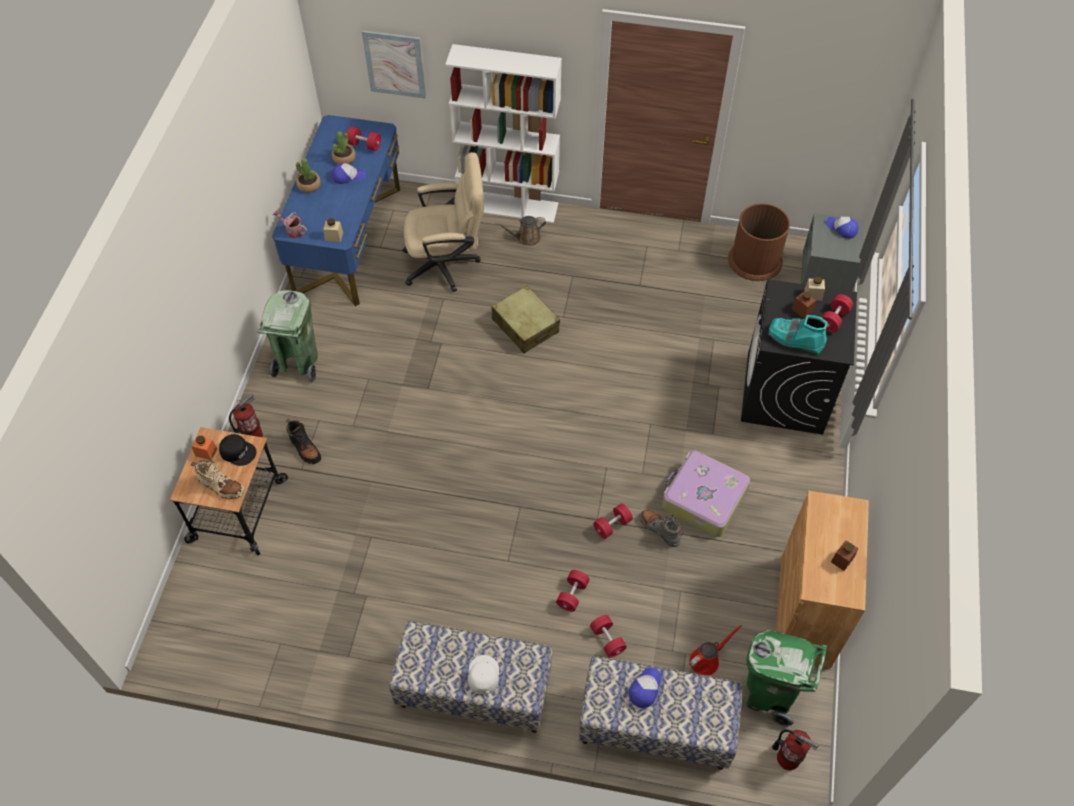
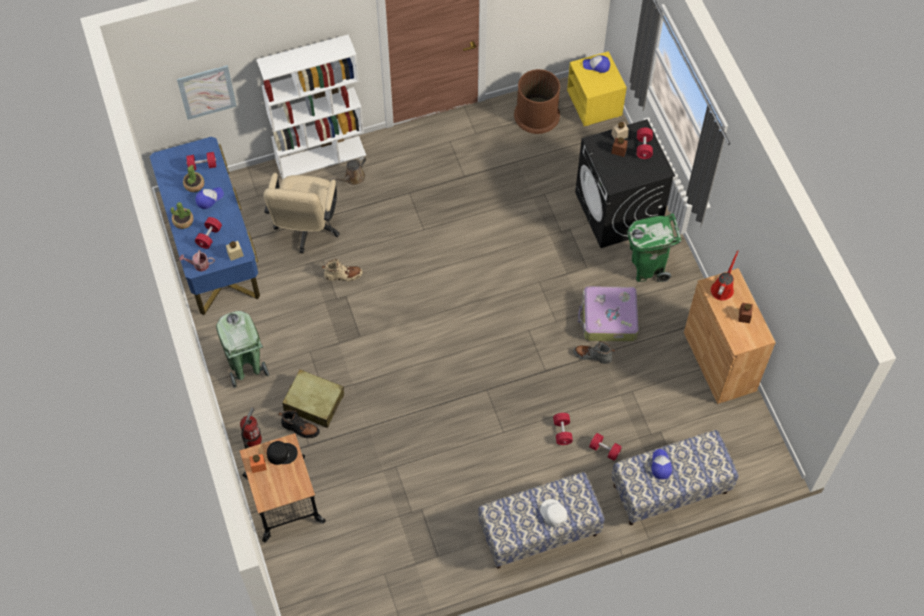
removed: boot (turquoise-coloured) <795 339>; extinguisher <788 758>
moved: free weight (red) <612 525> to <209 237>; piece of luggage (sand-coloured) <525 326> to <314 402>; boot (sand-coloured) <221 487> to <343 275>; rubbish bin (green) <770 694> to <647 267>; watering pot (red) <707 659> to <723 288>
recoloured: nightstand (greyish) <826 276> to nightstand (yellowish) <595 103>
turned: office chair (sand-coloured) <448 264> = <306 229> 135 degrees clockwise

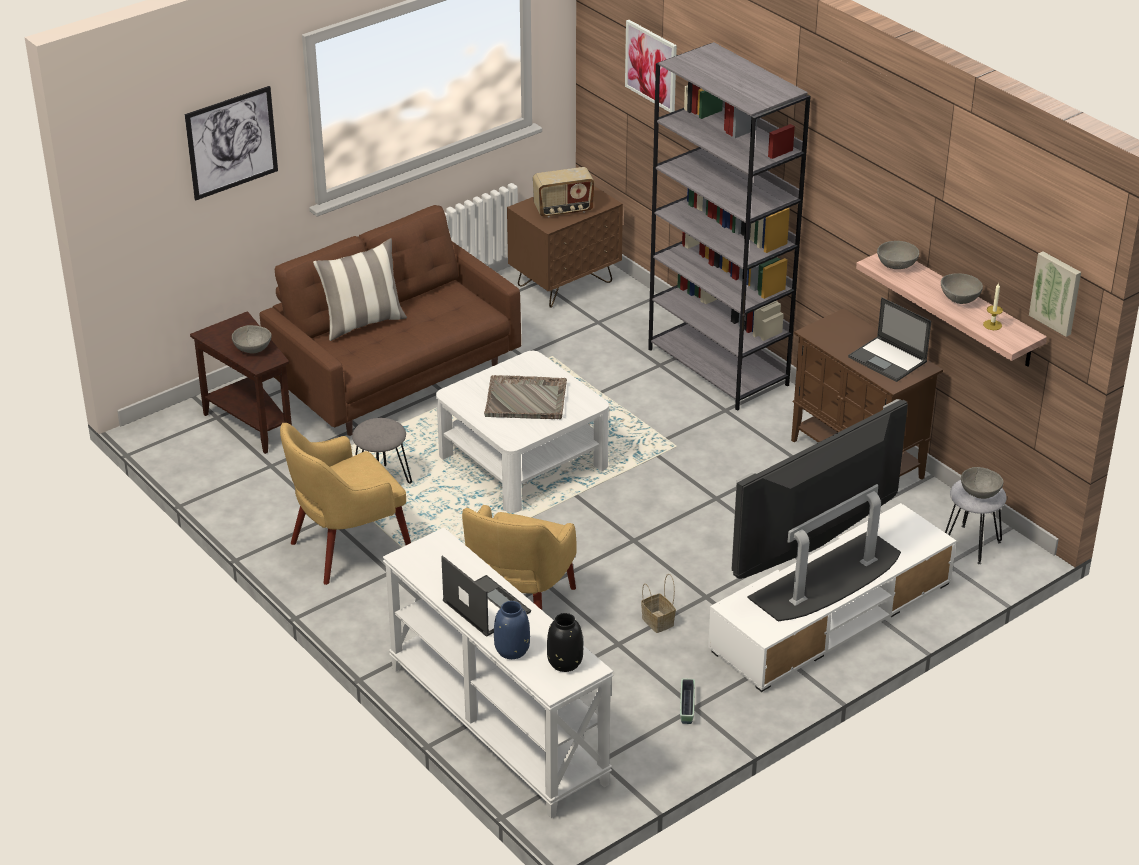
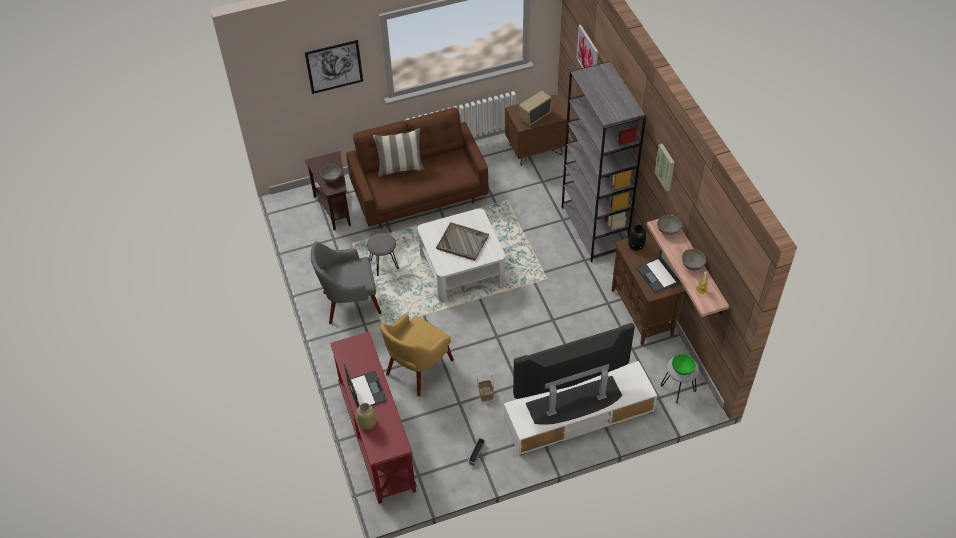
moved: flower vase (black-coloured) <565 662> to <636 245>; wall art <1057 292> to <666 167>
recoloured: armchair (yellowish) <347 548> to armchair (greyish) <349 303>; console table (white) <495 725> to console table (red) <376 437>; flower vase (blue) <511 650> to flower vase (sand-coloured) <367 423>; serving bowl (greyish) <979 493> to serving bowl (green) <682 368>
turned: radio set <563 210> = <535 116> 135 degrees clockwise

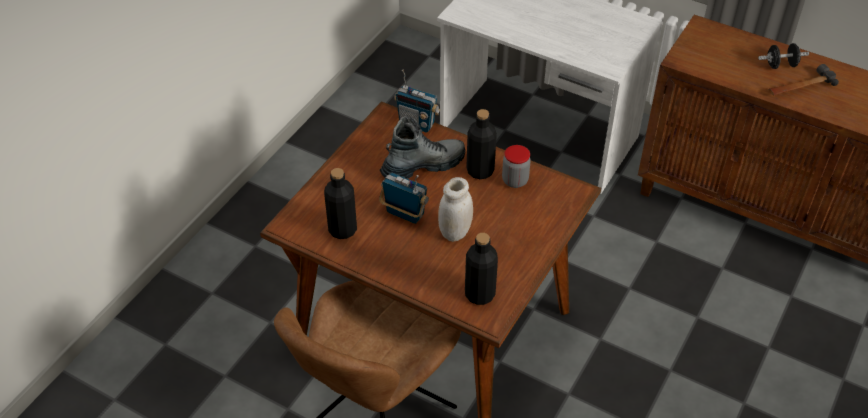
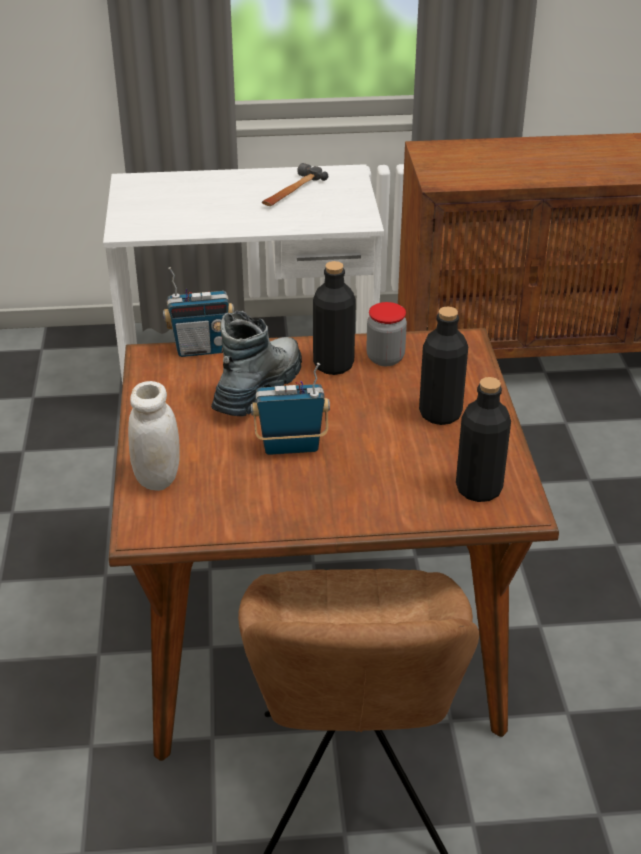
removed: free weight (black-coloured) <781 65>
moved: storage jar (white) <455 232> to <157 478>; hammer <800 86> to <291 192>; beverage bottle (black-coloured) <342 230> to <440 414>

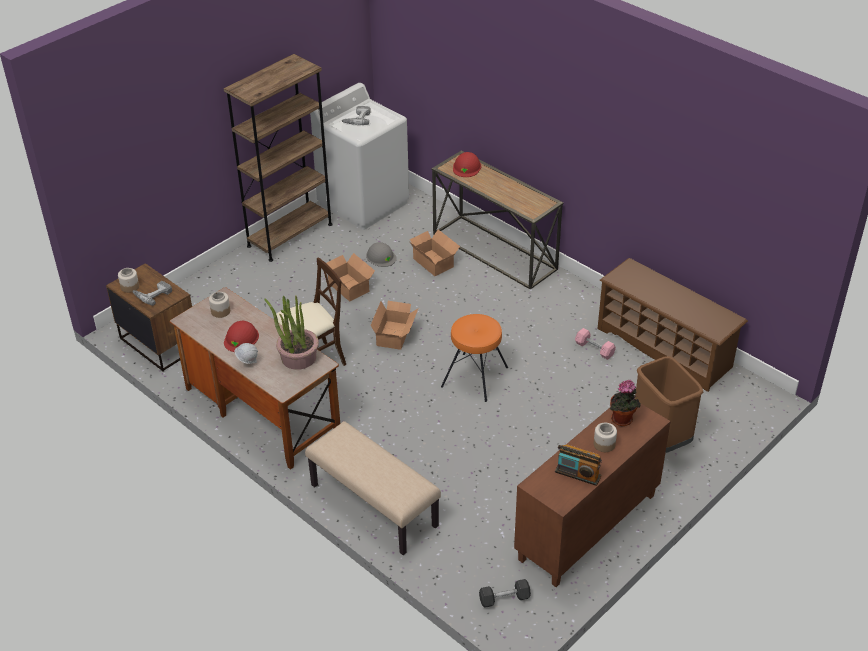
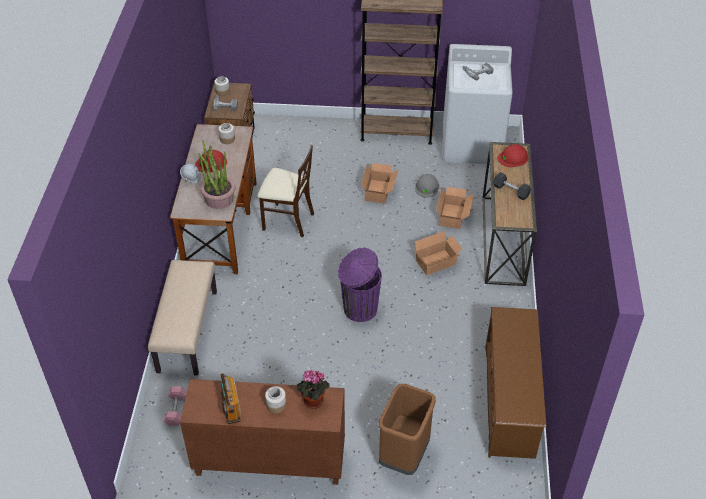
moved: free weight (pink-coloured) <594 349> to <176 410>; packing box <395 335> to <437 263>; free weight (greyish) <504 598> to <511 191>
replaced: sitting stool (orangey) <475 377> to rubbish bin (purple-coloured) <359 309>

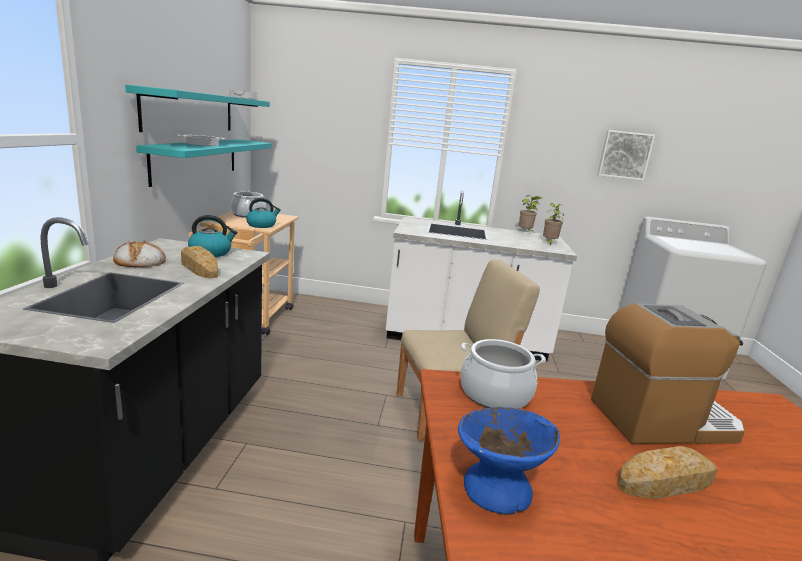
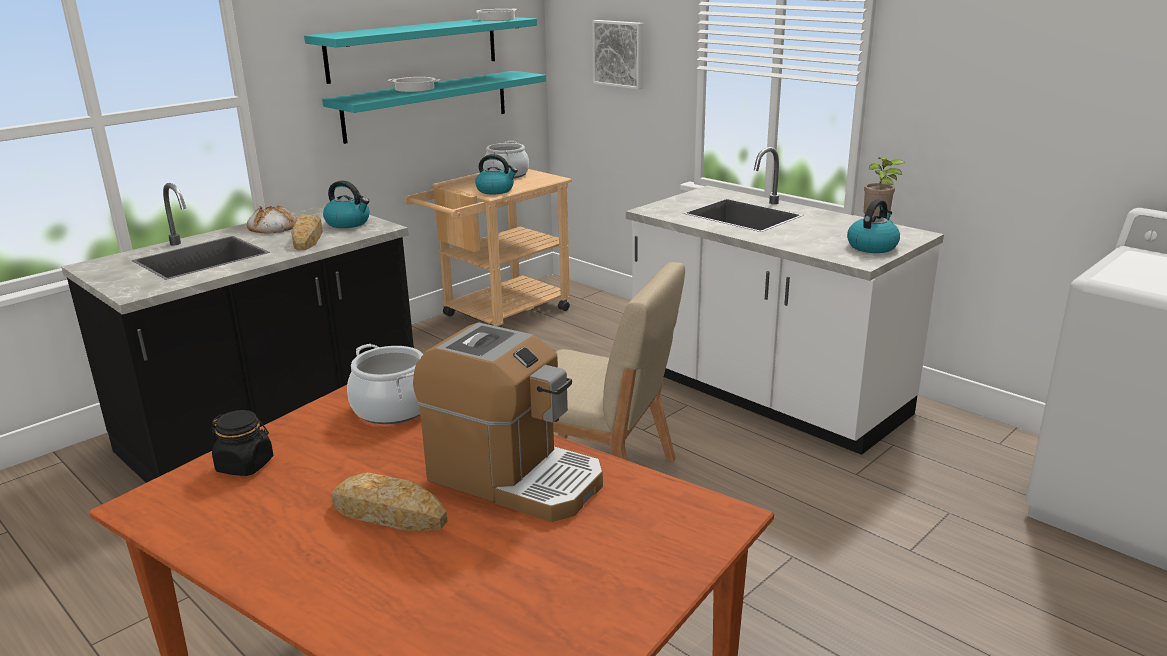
moved: wall art <624 155> to <620 53>
replaced: serving bowl (blue) <497 489> to storage jar (black-coloured) <245 465>; houseplant <549 243> to water kettle <872 246>

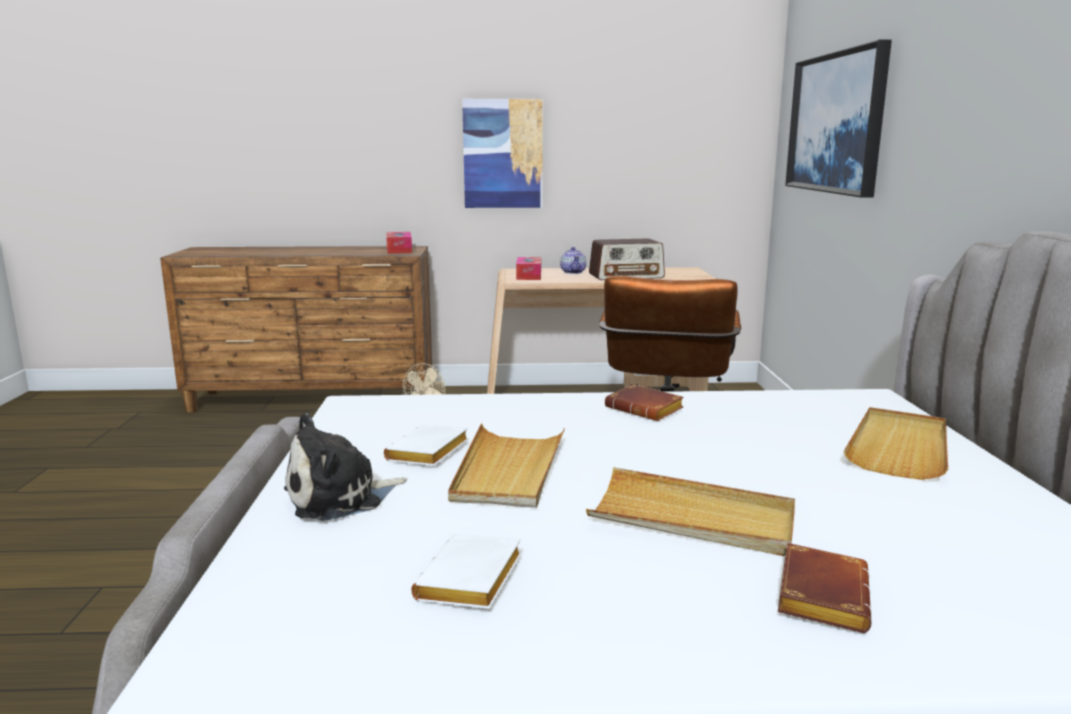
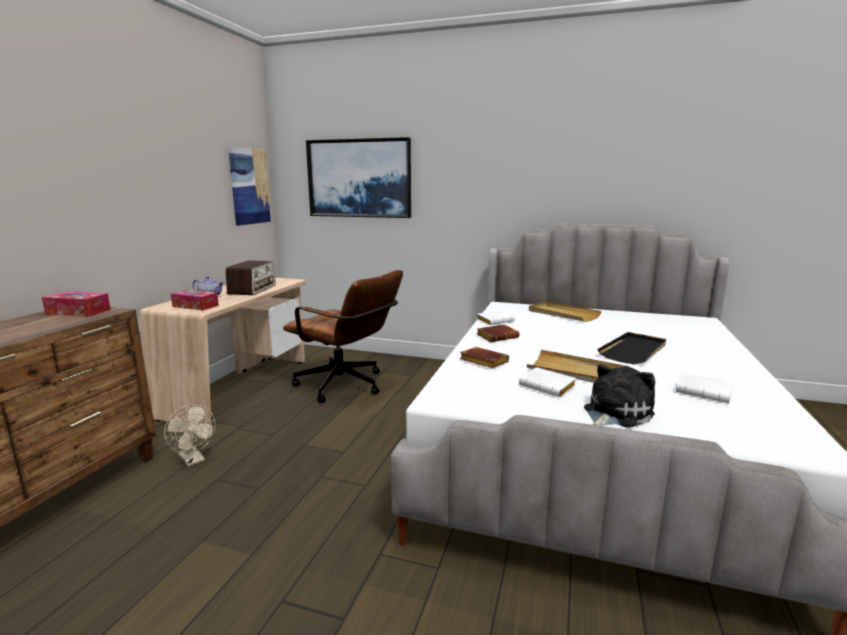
added: volume (white) <495 320>
moved: wall art <503 154> to <250 186>; volume (brown) <819 594> to <482 361>
recoloured: serving tray (sand-coloured) <692 518> to serving tray (black-coloured) <634 351>
turned: soft toy <340 497> = <614 413> 120 degrees counterclockwise

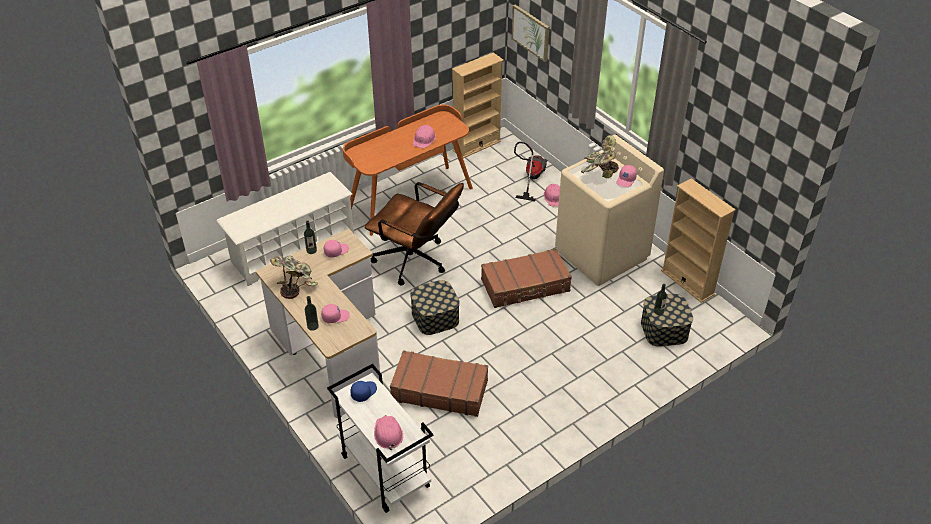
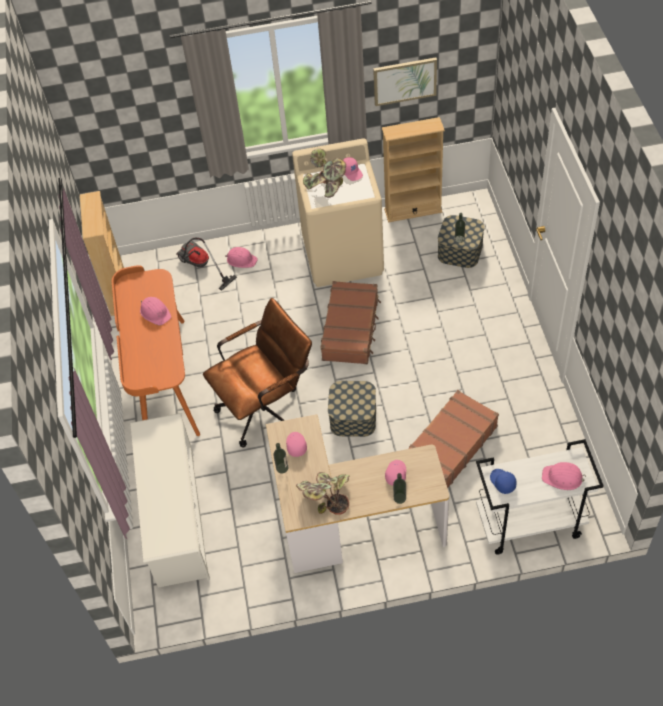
moved: wall art <531 32> to <404 81>

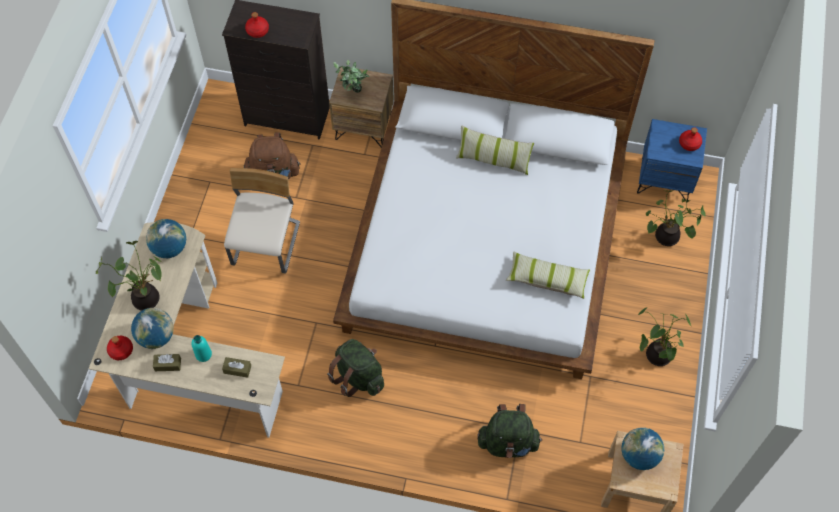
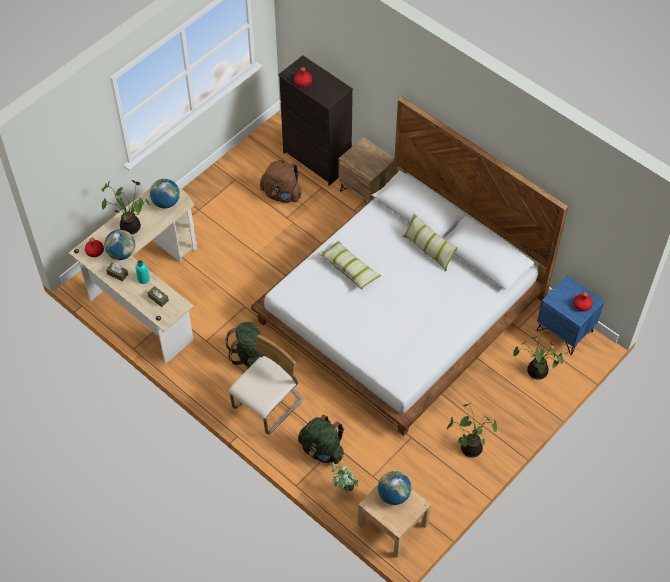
moved: upright chair (sand-coloured) <267 245> to <268 405>; pillow <547 279> to <349 269>; houseplant <353 93> to <344 490>

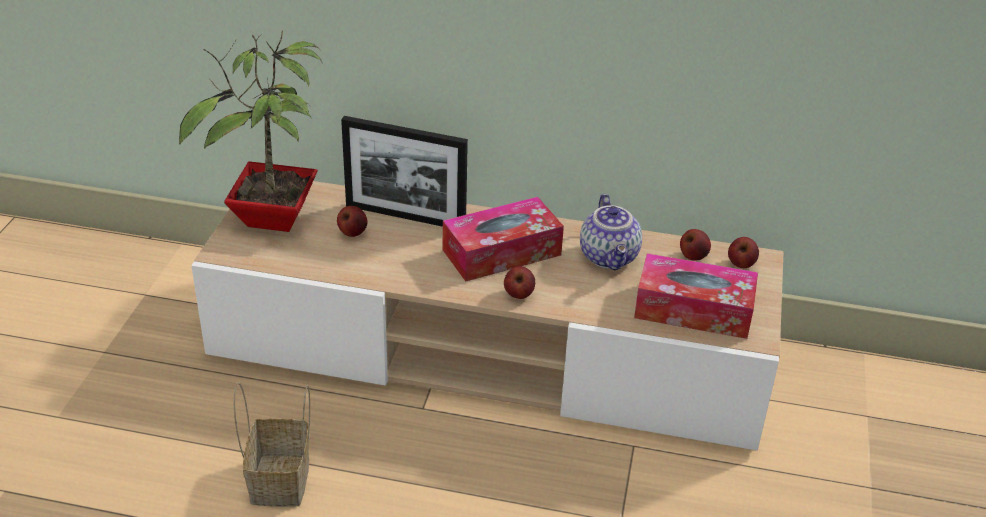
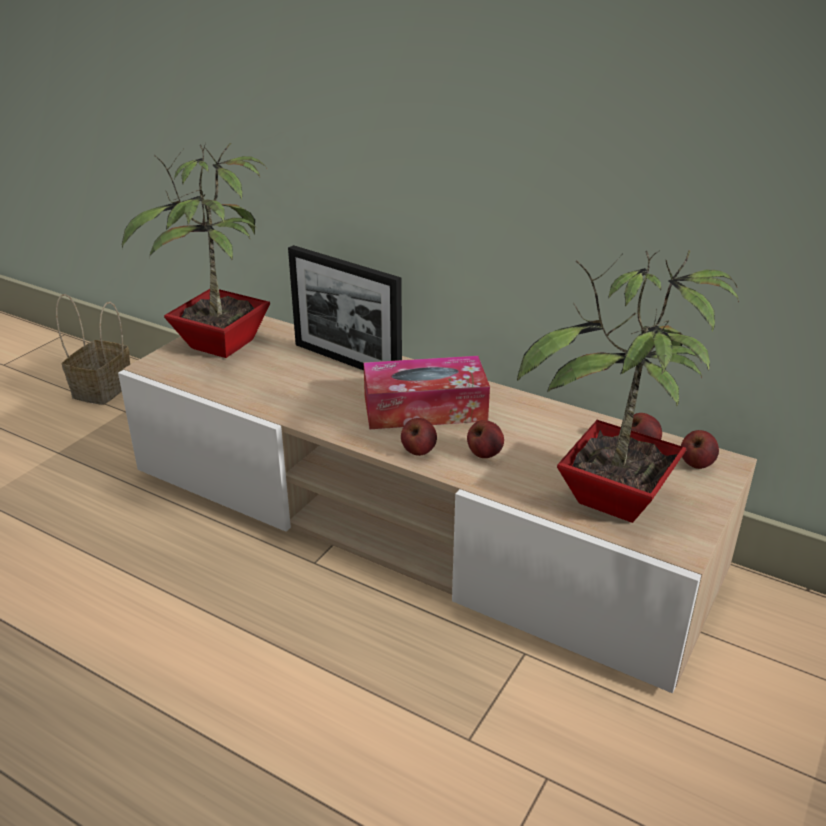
removed: tea pot <610 257>
moved: household basket <281 482> to <102 390>; apple fruit <352 233> to <484 454>
replaced: tissue holder <693 310> to houseplant <613 502>

